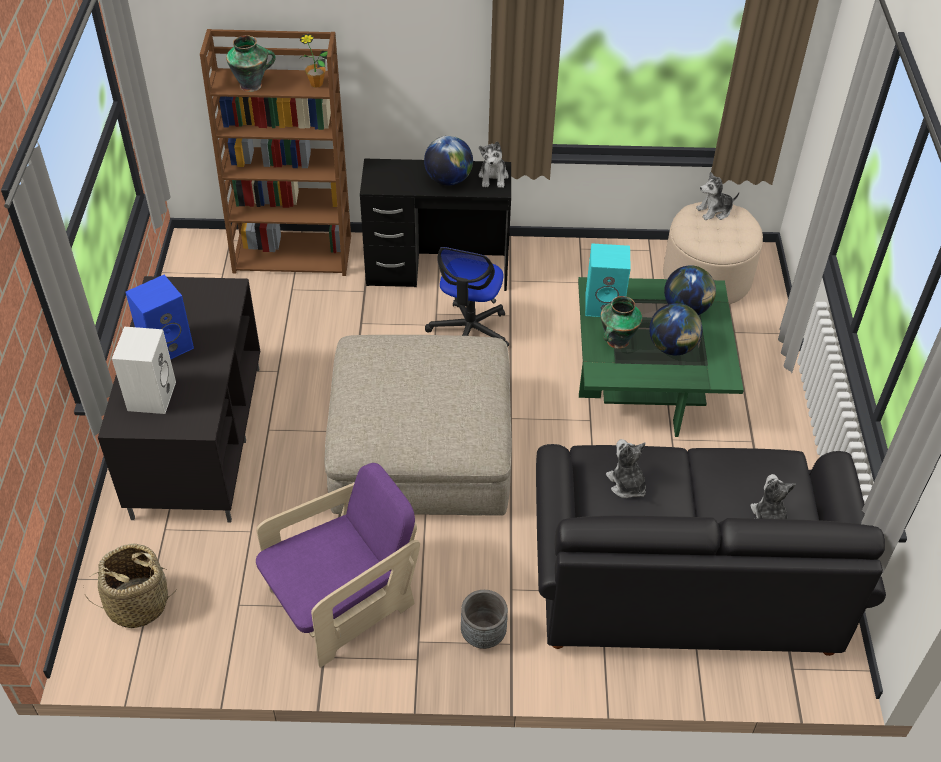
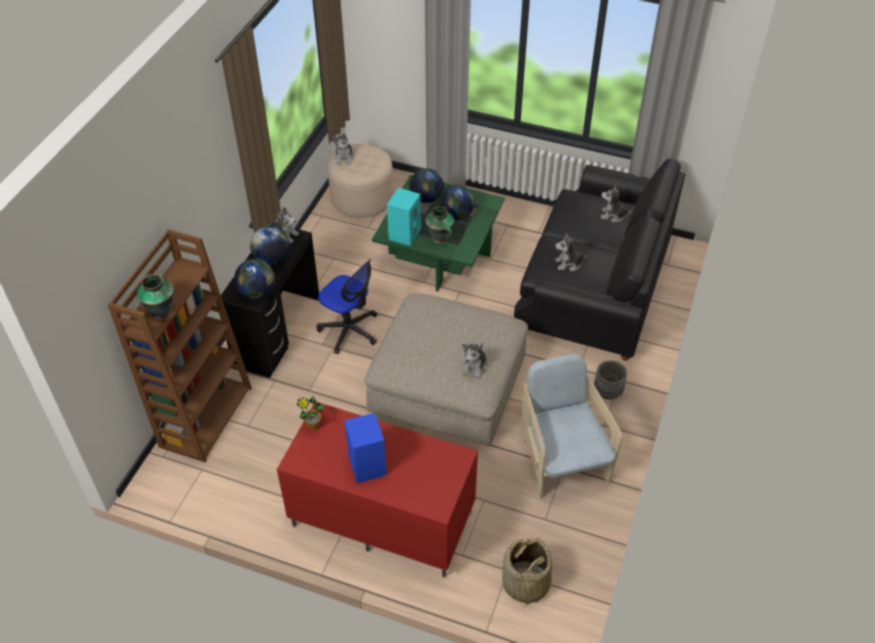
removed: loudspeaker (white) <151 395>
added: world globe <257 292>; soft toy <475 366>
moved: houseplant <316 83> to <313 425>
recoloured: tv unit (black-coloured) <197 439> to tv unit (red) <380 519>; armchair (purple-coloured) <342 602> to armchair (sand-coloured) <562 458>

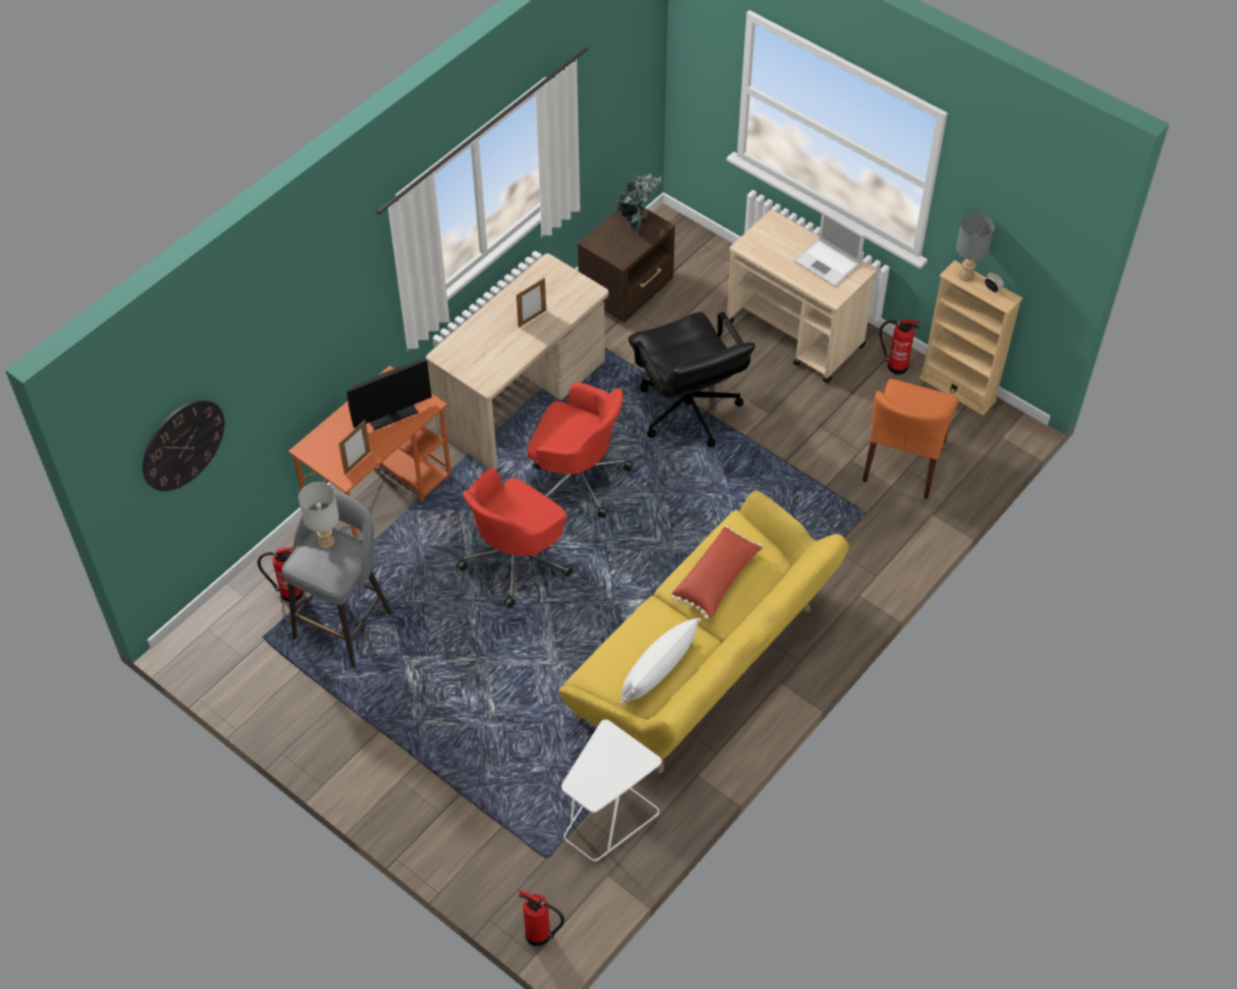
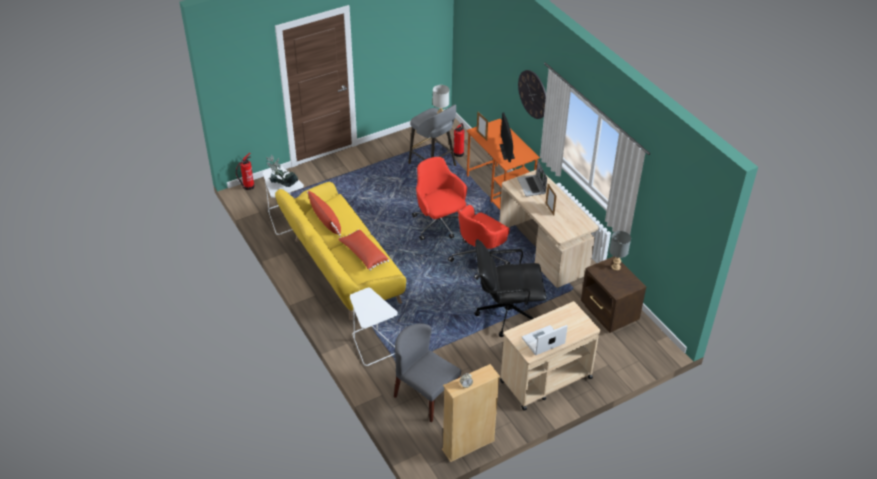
removed: extinguisher <895 365>
added: side table (white) <372 345>; notebook computer <532 186>
moved: houseplant <636 221> to <282 187>; wall clock <183 444> to <533 94>; lamp for a table (greyish) <967 275> to <615 267>
recoloured: pillow (white) <658 671> to pillow (red) <325 221>; upright chair (orangey) <904 461> to upright chair (greyish) <425 396>

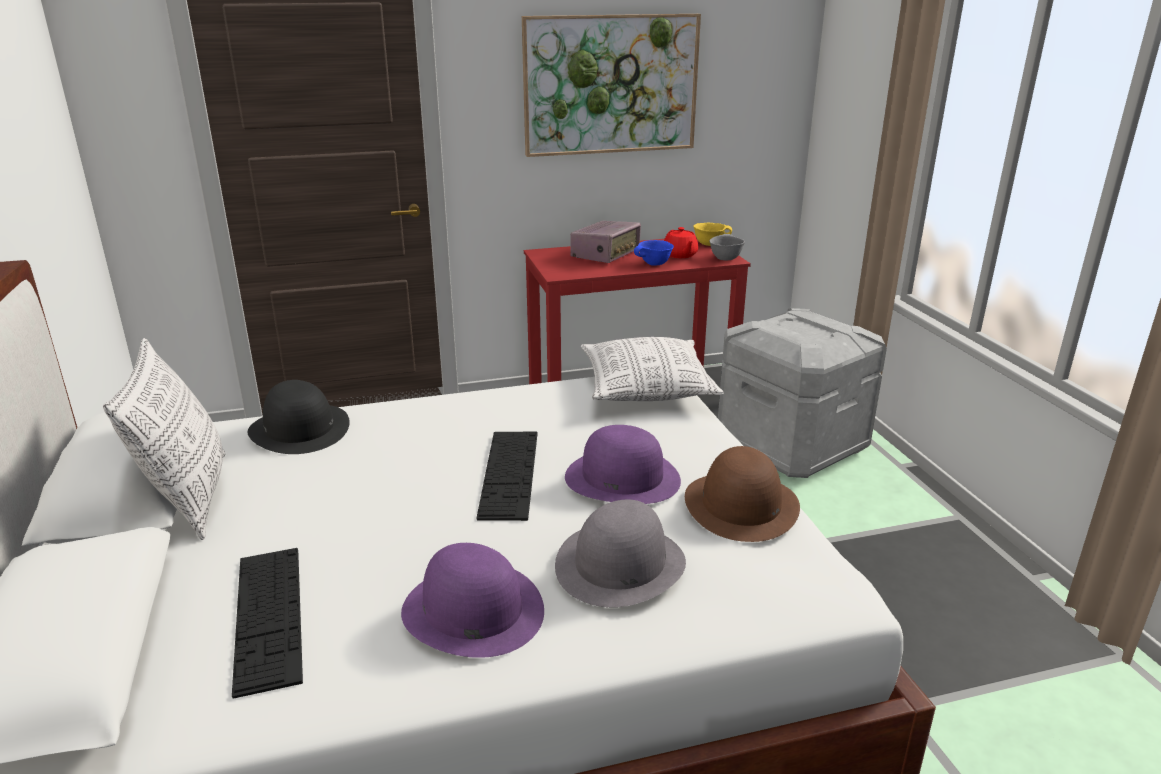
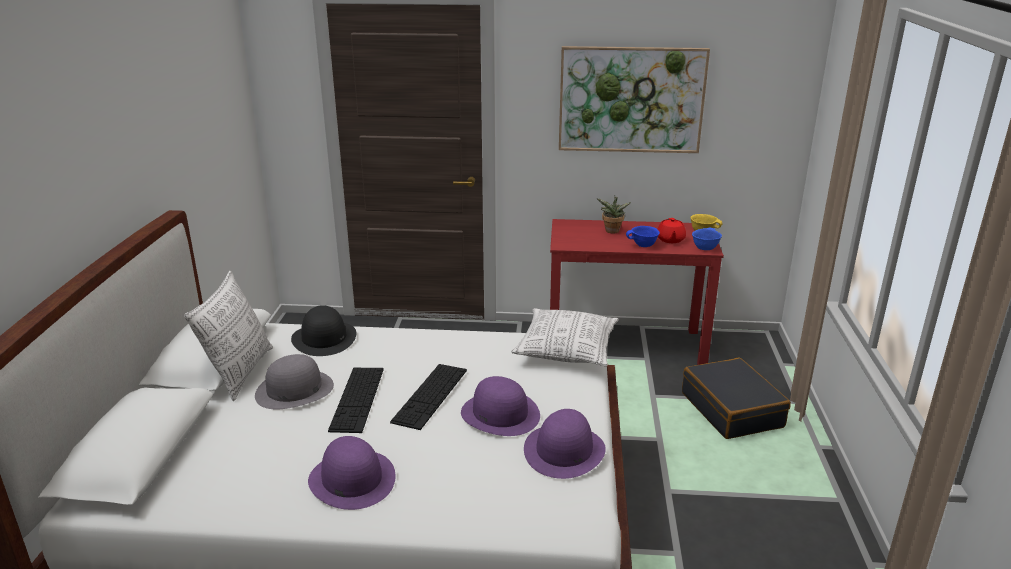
moved: clothing hat (greyish) <620 564> to <294 390>; PC keyboard <269 616> to <357 399>
replaced: radio set <606 255> to houseplant <611 232>; storage bin (greyish) <789 445> to piece of luggage (black-coloured) <732 410>
recoloured: clothing hat (brown) <741 505> to clothing hat (purple-coloured) <564 451>; serving bowl (greyish) <725 259> to serving bowl (blue) <705 248>

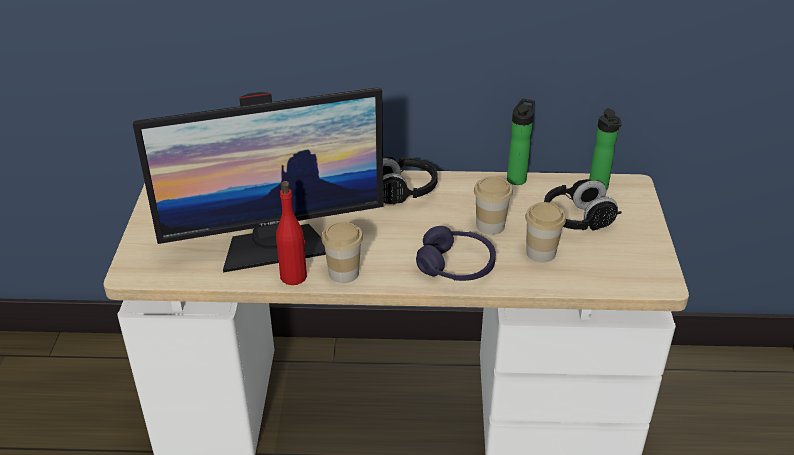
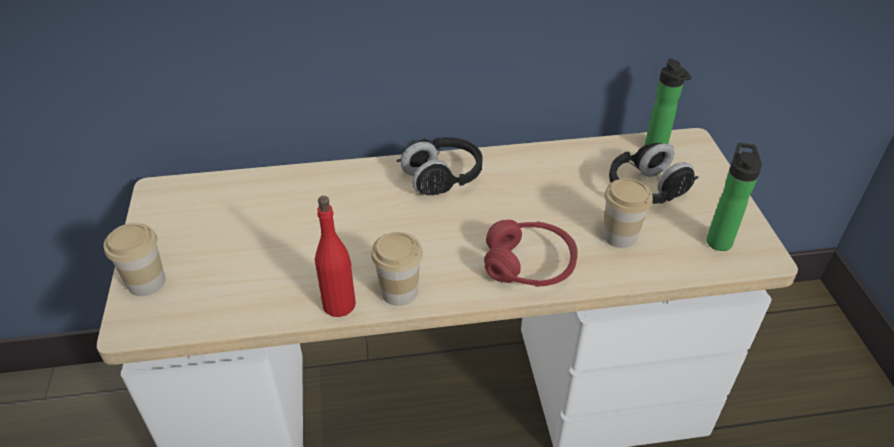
removed: computer screen <274 245>
moved: drinking cup <490 225> to <146 282>; beverage bottle <517 178> to <718 239>
recoloured: pair of headphones (purple-coloured) <456 266> to pair of headphones (red) <529 265>

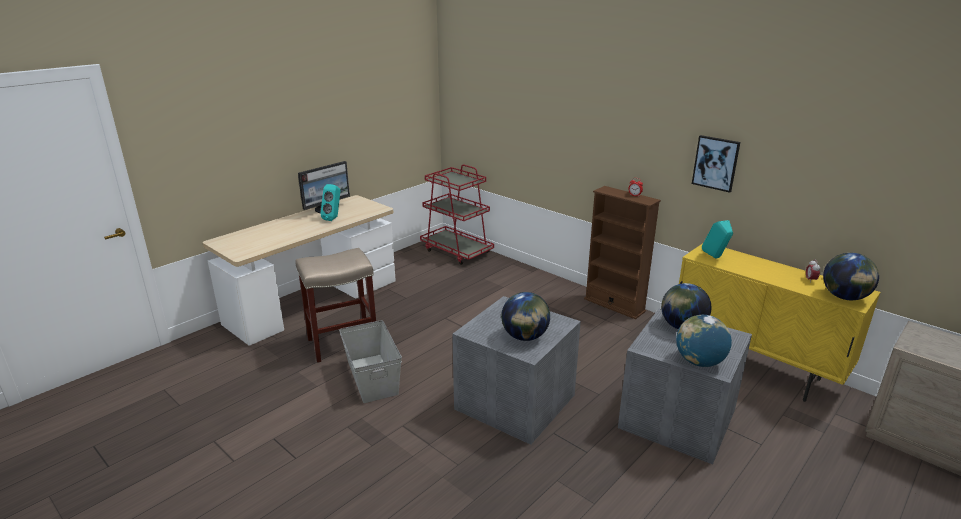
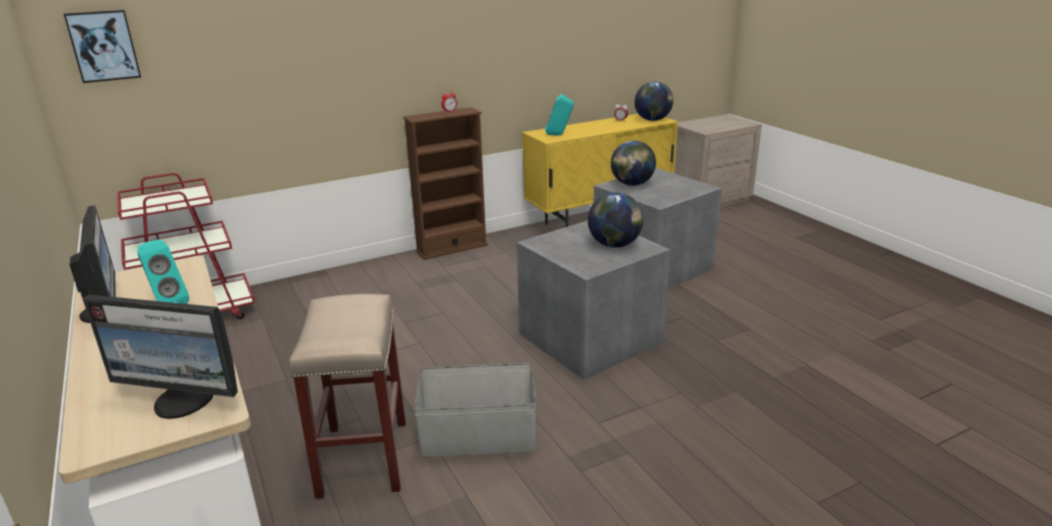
removed: world globe <699 362>
added: computer screen <184 401>
moved: wall art <716 163> to <103 46>

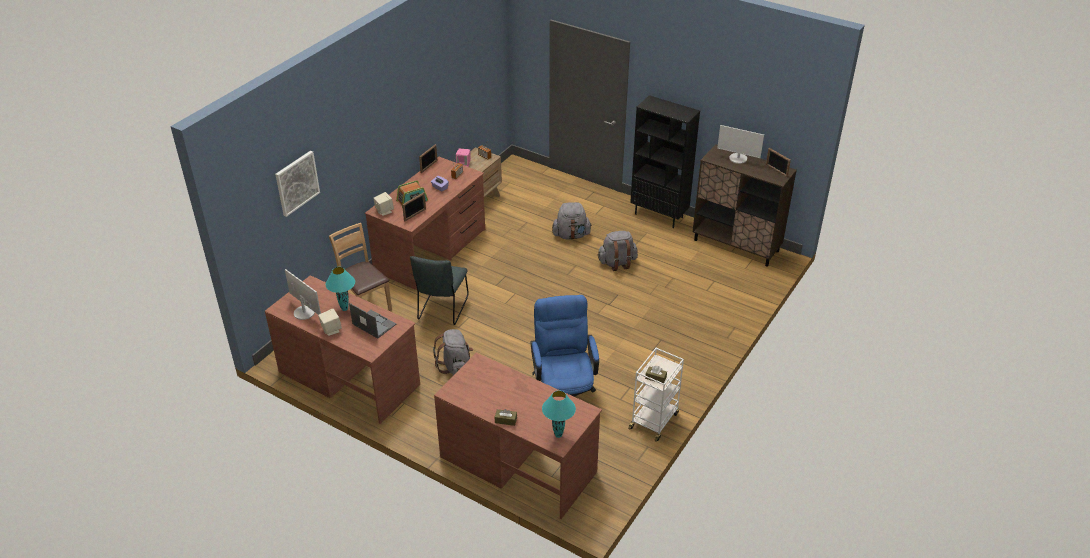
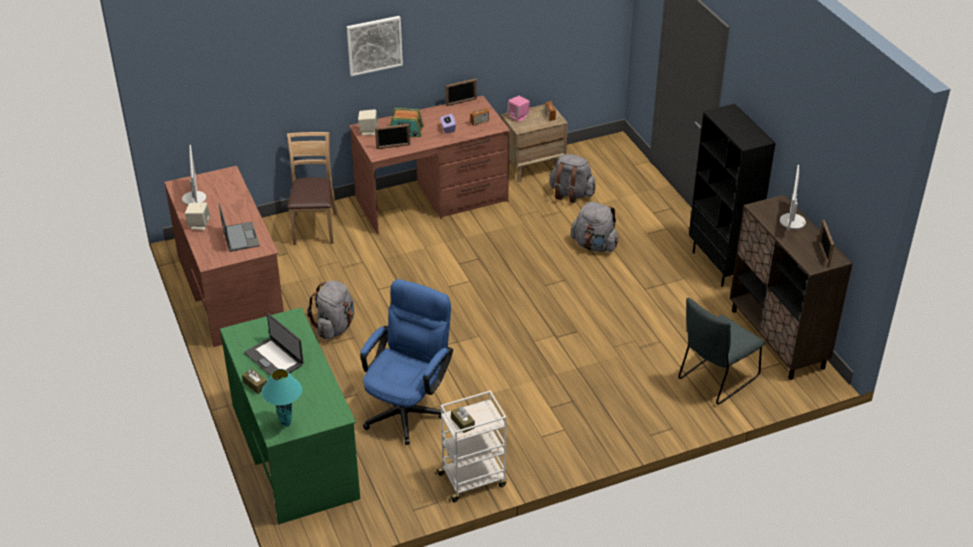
removed: lamp for a table (turquoise-coloured) <344 309>
added: notebook computer <274 358>
moved: wall art <297 183> to <374 45>; knapsack (greyish) <617 263> to <571 194>; upright chair (greyish) <442 310> to <715 379>
recoloured: desk table (brown) <518 464> to desk table (green) <295 450>
turned: computer screen <738 158> = <792 221> 45 degrees clockwise

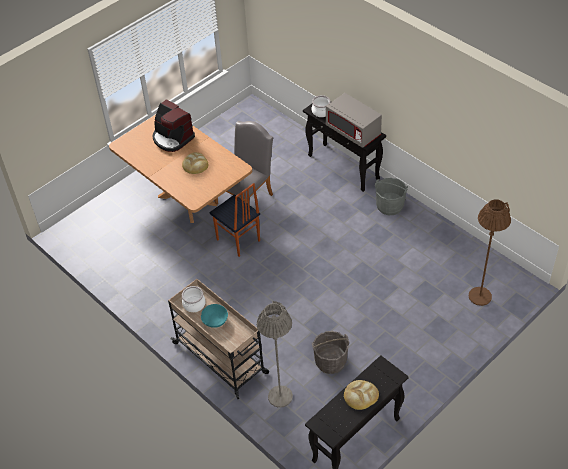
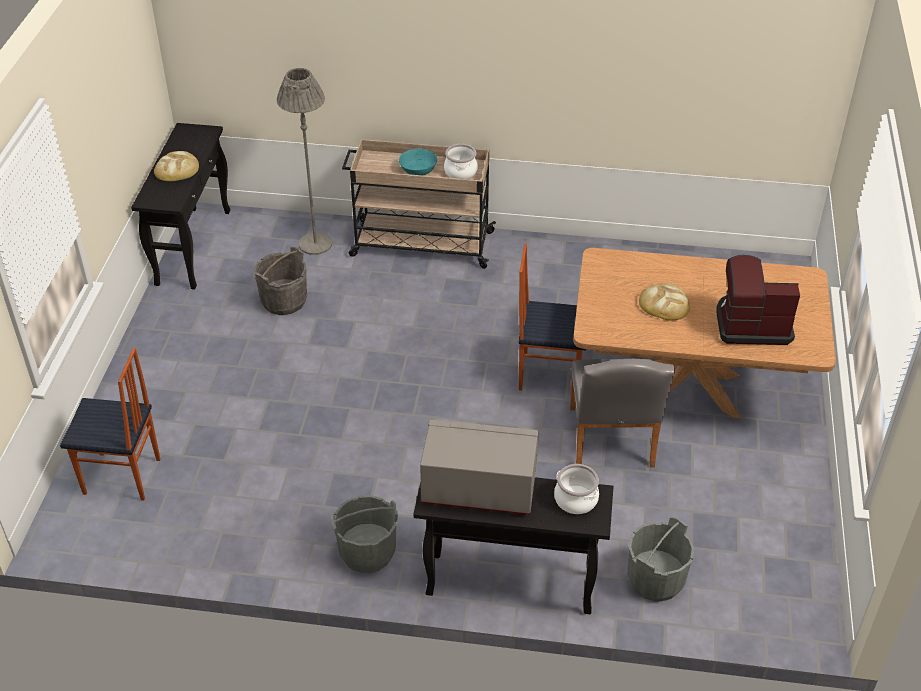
added: pail (greyish) <655 579>
replaced: standard lamp (brown) <480 296> to upright chair <122 477>

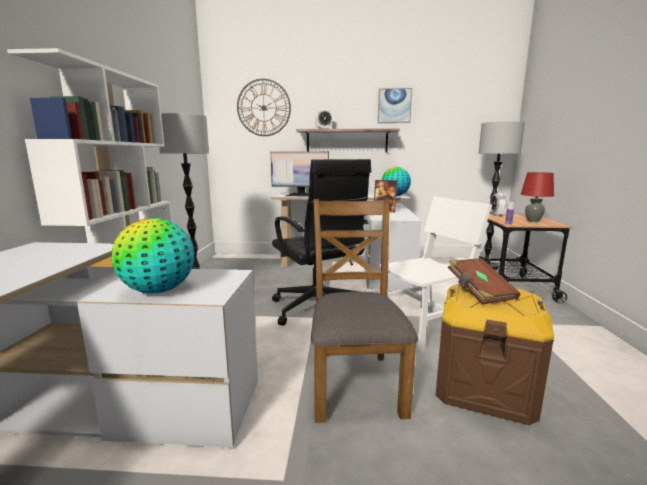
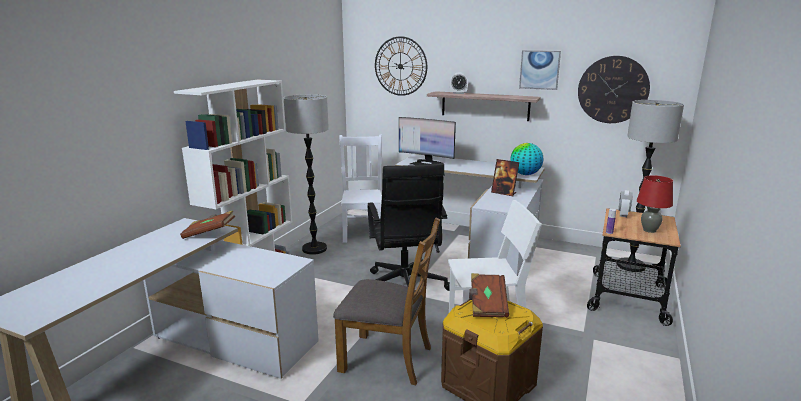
removed: world globe <159 291>
added: volume (brown) <209 233>; upright chair (white) <363 231>; wall clock <612 90>
turned: upright chair (brown) <354 384> = <387 358> 90 degrees clockwise

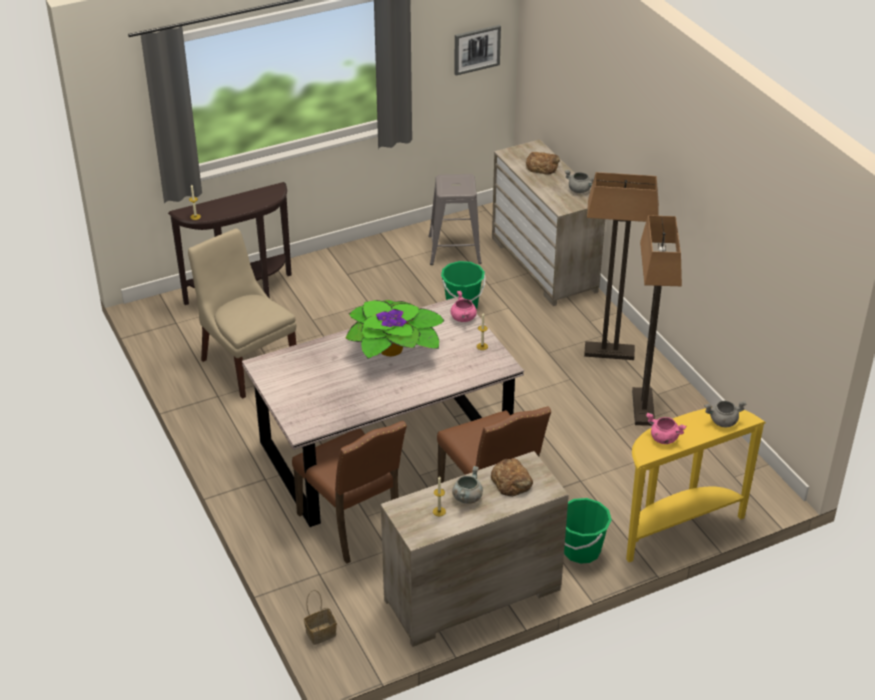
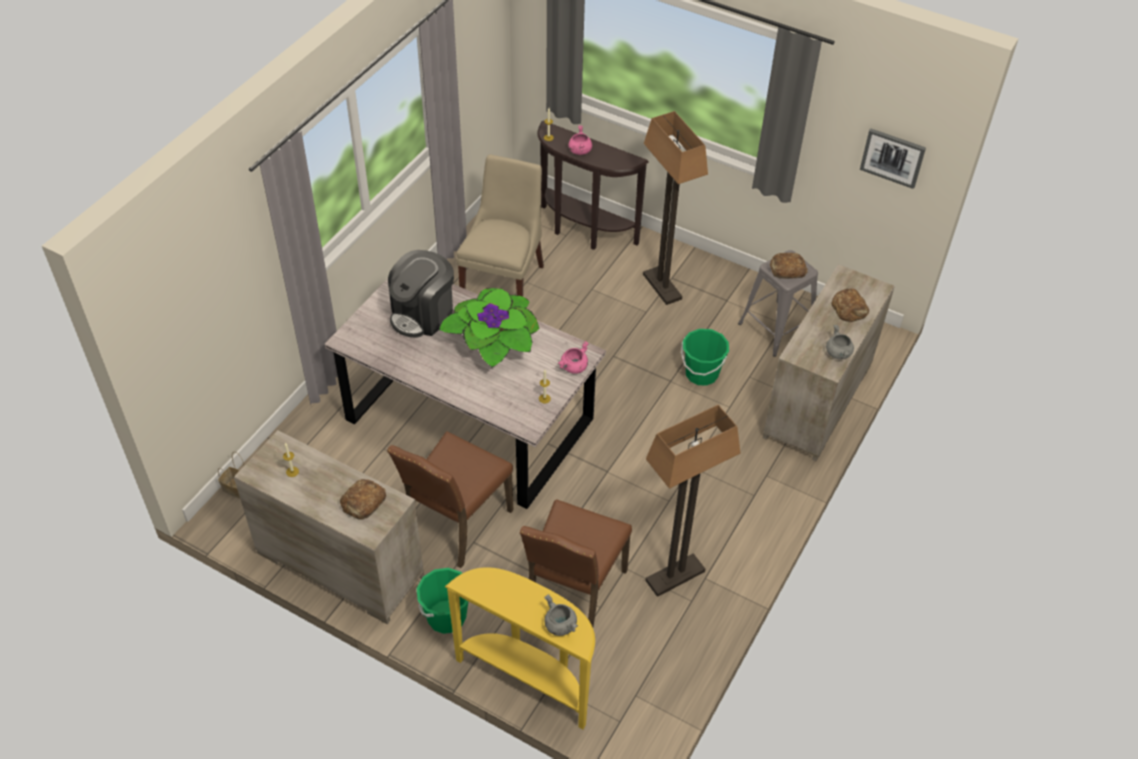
removed: cooking pot (greyish) <467 497>
added: coffee brewer <423 314>; bakery bread <787 269>
moved: upright chair (brown) <353 525> to <573 593>; cooking pot (pink-coloured) <663 438> to <579 150>; standard lamp <609 352> to <661 286>

